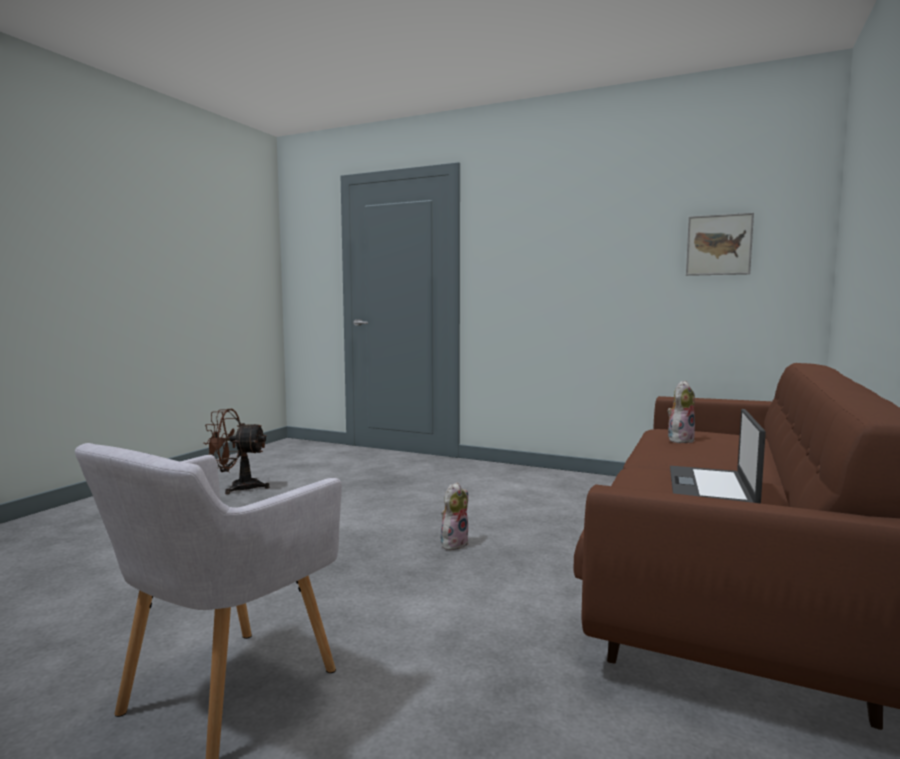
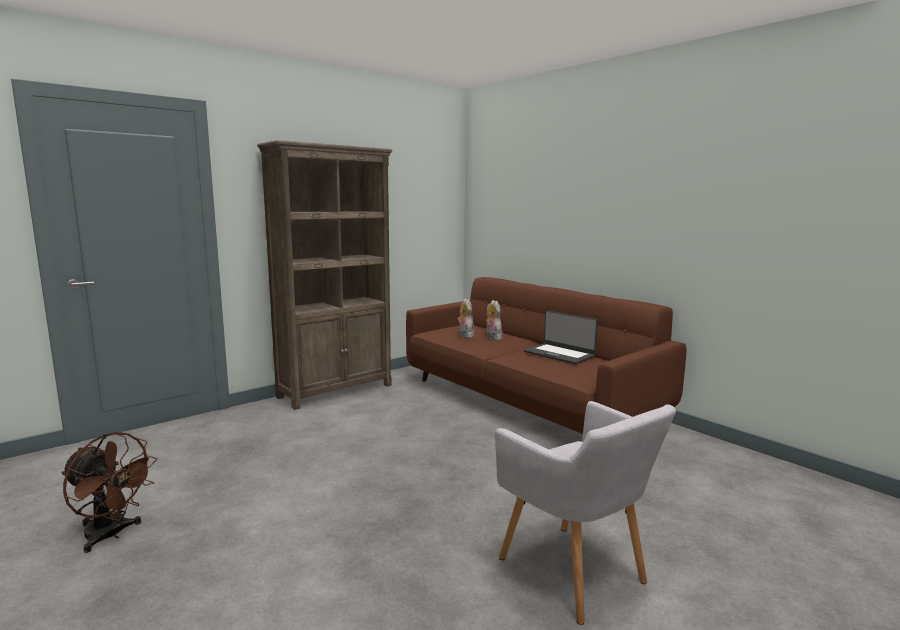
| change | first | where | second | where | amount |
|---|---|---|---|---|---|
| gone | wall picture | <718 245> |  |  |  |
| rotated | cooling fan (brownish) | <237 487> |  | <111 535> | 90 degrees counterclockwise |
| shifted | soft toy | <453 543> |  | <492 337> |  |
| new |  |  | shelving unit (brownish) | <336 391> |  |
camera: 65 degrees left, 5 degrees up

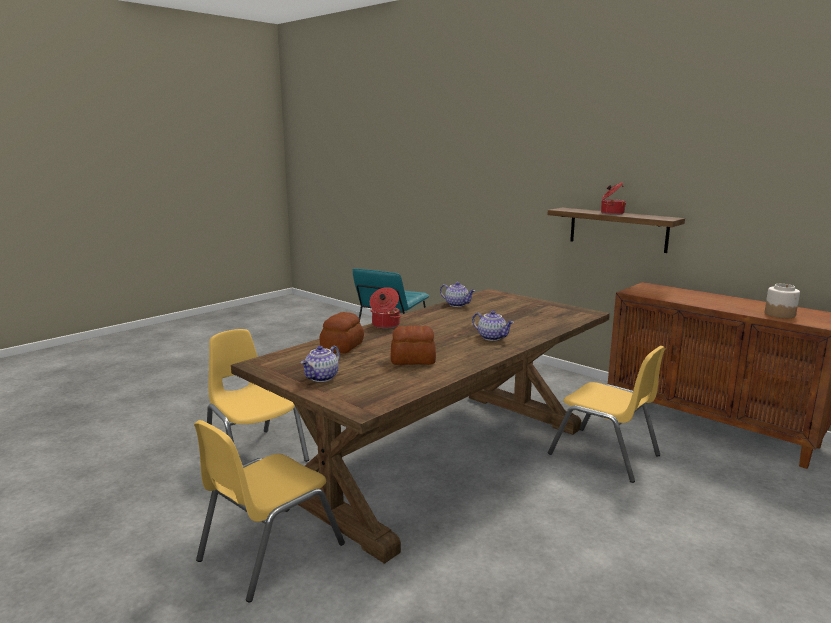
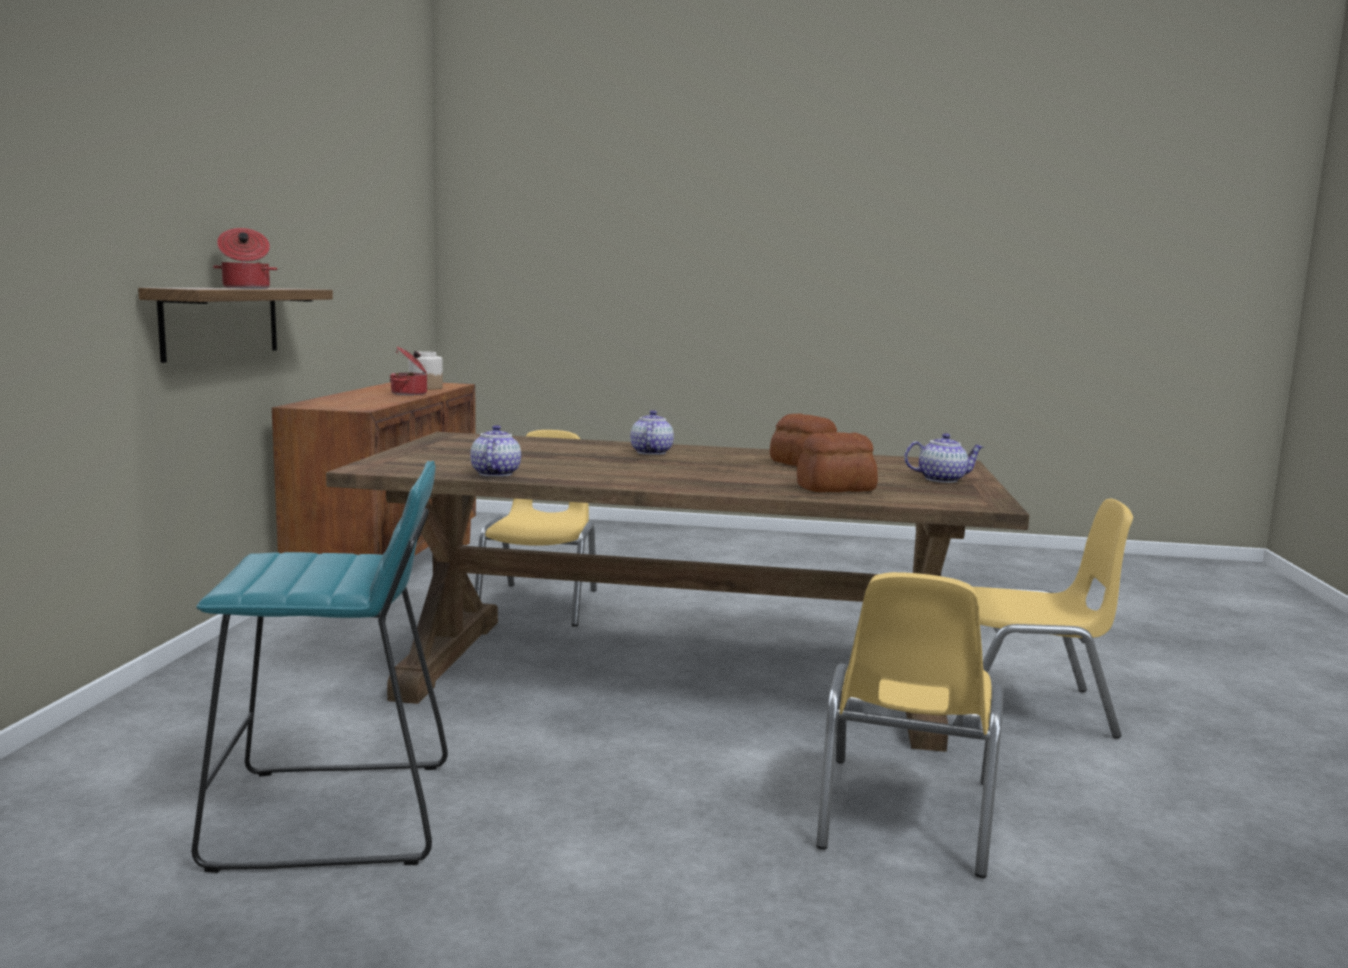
| change | first | where | second | where | amount |
|---|---|---|---|---|---|
| shifted | stockpot | <385 325> |  | <410 394> |  |
camera: 125 degrees left, 5 degrees down

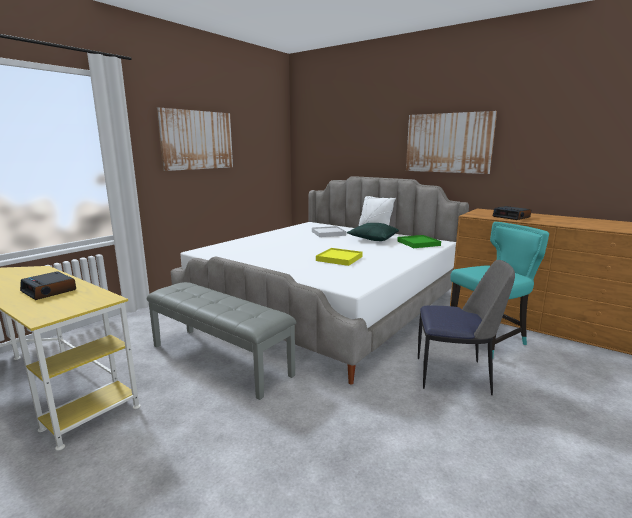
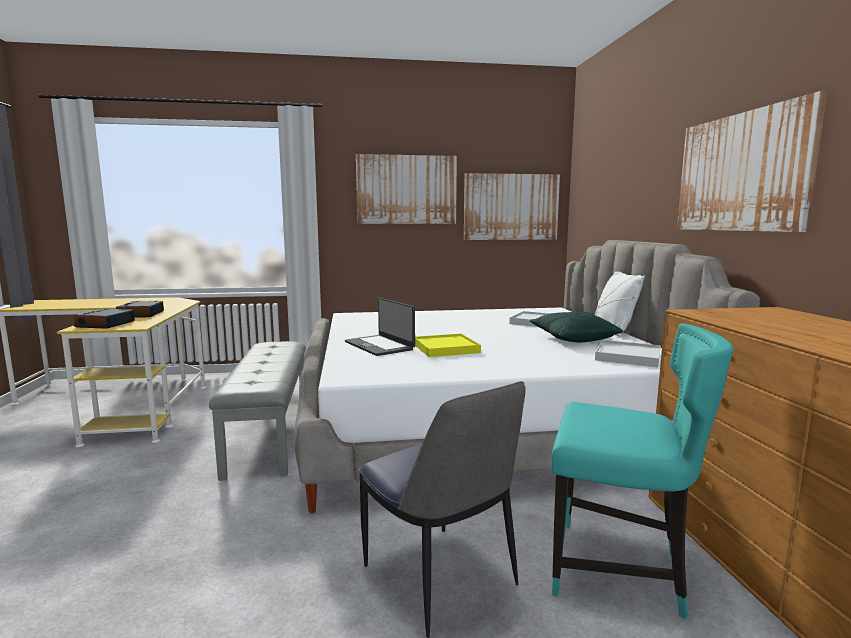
| change | first | where | second | where | amount |
|---|---|---|---|---|---|
| shifted | bedside clock | <511 217> |  | <105 324> |  |
| repainted | carrying tray (greenish) | <418 243> | carrying tray (white-coloured) | <628 357> |  |
| new |  |  | wall picture | <511 207> |  |
| new |  |  | laptop | <379 345> |  |
camera: 45 degrees right, 5 degrees down

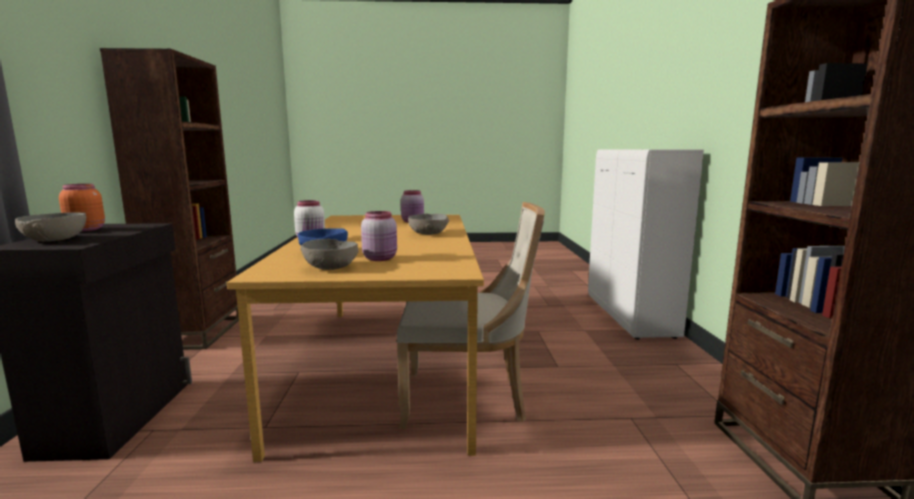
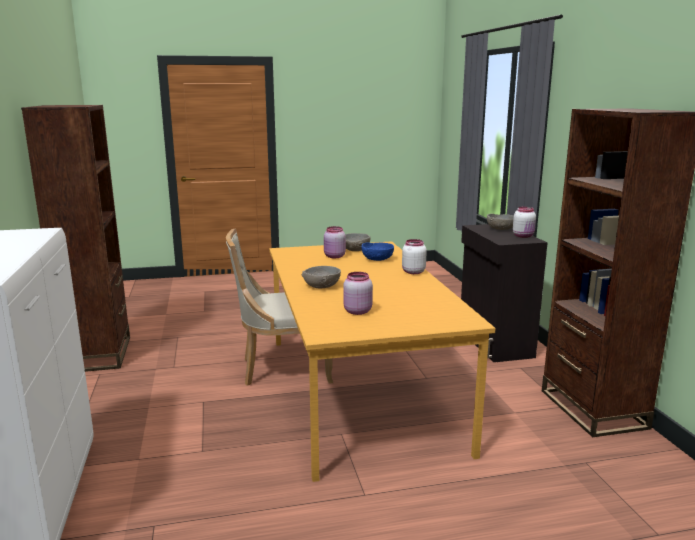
| change | first | where | second | where | amount |
|---|---|---|---|---|---|
| repainted | storage jar (orangey) | <85 229> | storage jar (white-coloured) | <523 236> |  |
camera: 170 degrees right, 5 degrees up

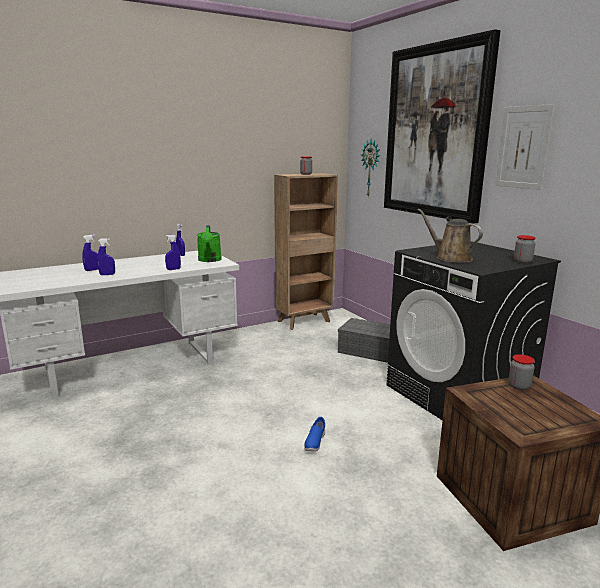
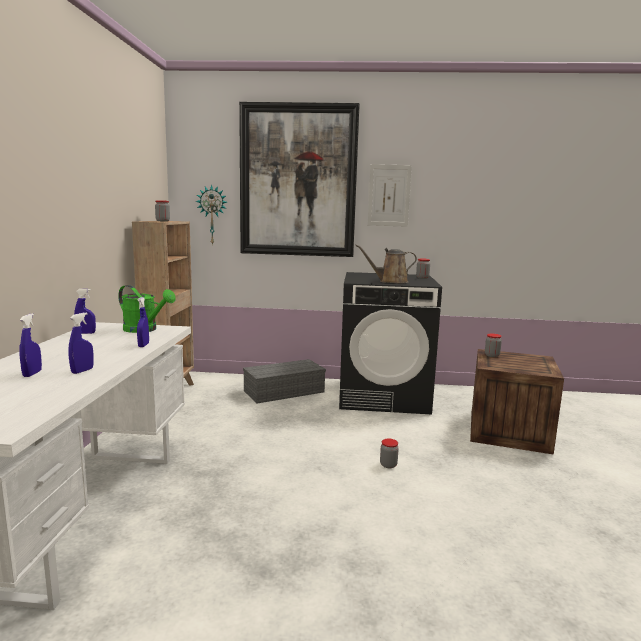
| change | first | where | second | where | amount |
|---|---|---|---|---|---|
| swapped | low shoe (blue) | <314 443> | storage jar | <388 465> |  |
camera: 55 degrees left, 5 degrees down

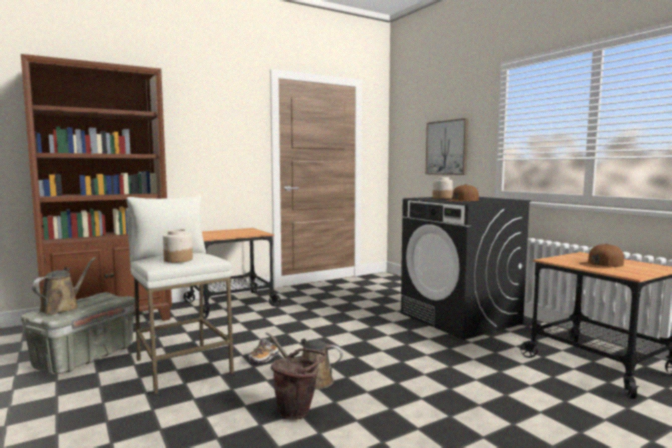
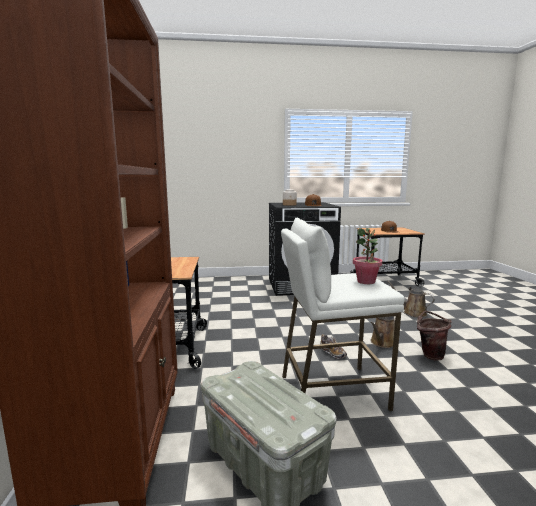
| change | first | where | second | where | amount |
|---|---|---|---|---|---|
| gone | wall picture | <447 147> |  |  |  |
| swapped | storage jar | <178 260> | potted plant | <366 282> |  |
| shifted | watering pot (brownish) | <62 307> |  | <412 312> |  |
camera: 65 degrees left, 5 degrees up

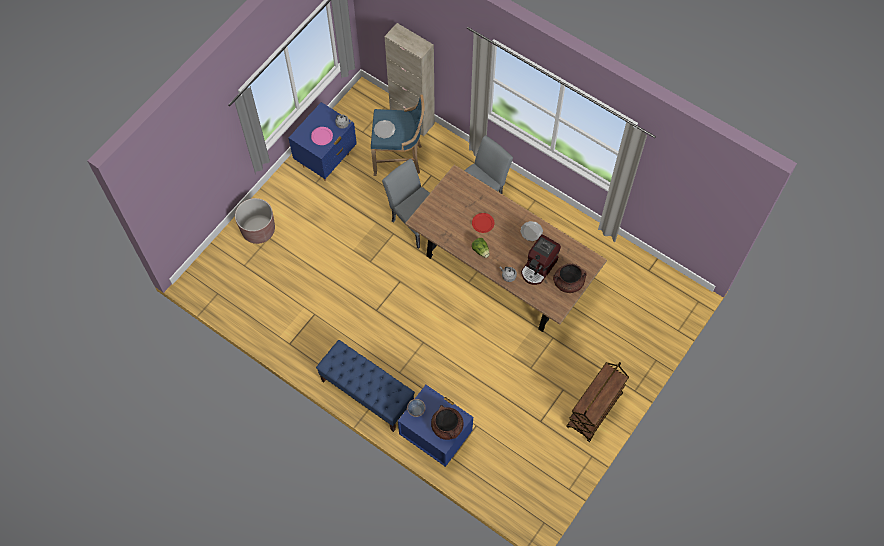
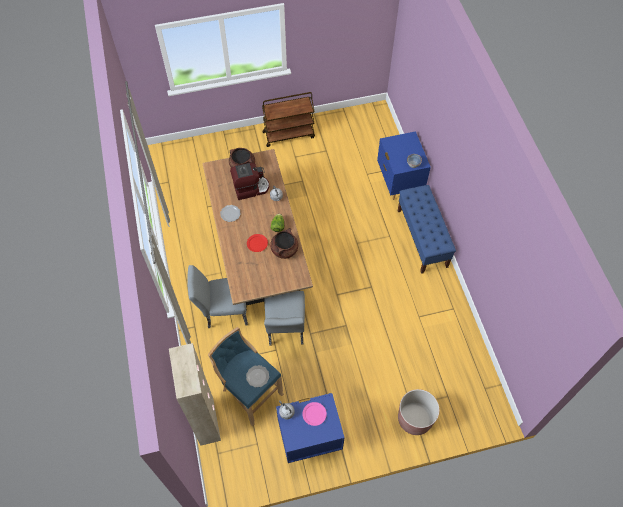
| change | first | where | second | where | amount |
|---|---|---|---|---|---|
| shifted | stockpot (brownish) | <447 427> |  | <284 250> |  |
camera: 140 degrees left, 5 degrees down

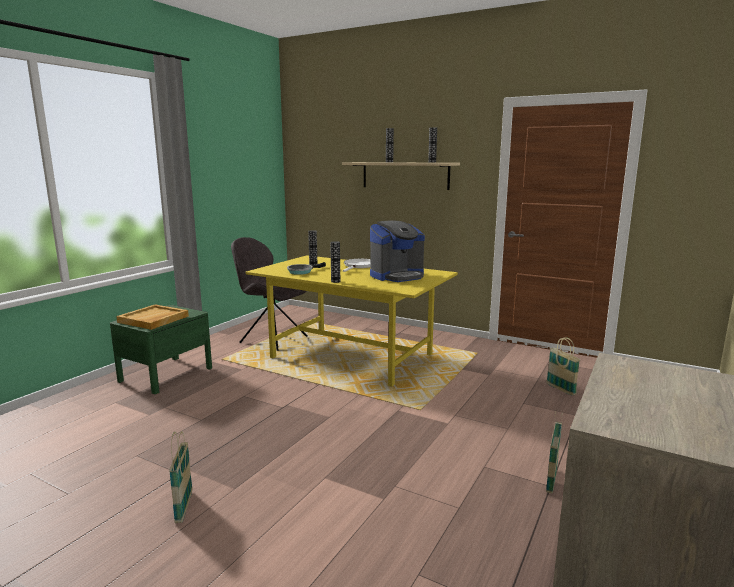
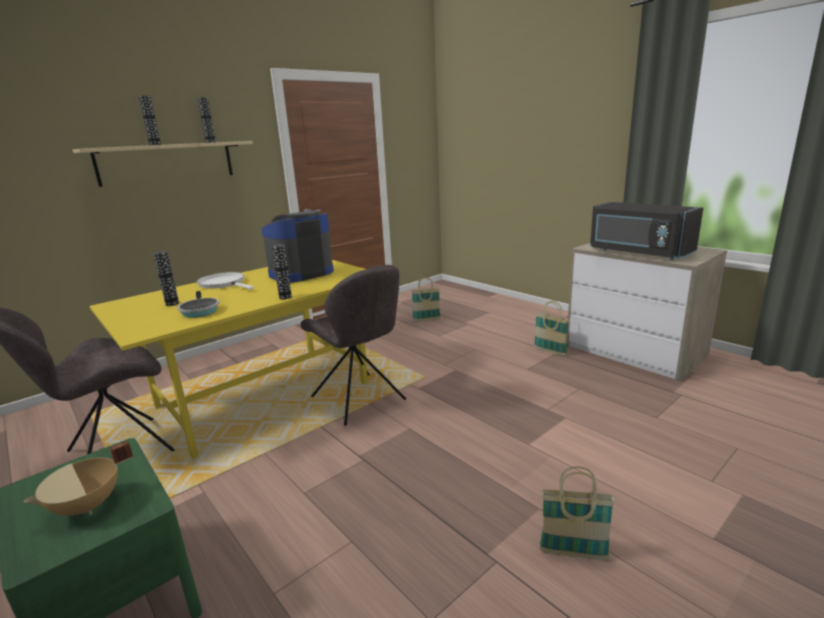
| change | first | where | second | where | amount |
|---|---|---|---|---|---|
| rotated | coffee brewer | <397 276> |  | <301 273> | 120 degrees counterclockwise |
| swapped | carrying tray (beige-coloured) | <153 319> | stockpot (beige-coloured) | <88 507> |  |
| new |  |  | kitchen microwave (blackish) | <638 253> |  |
| new |  |  | upright chair (gray) | <359 400> |  |
camera: 70 degrees left, 5 degrees up

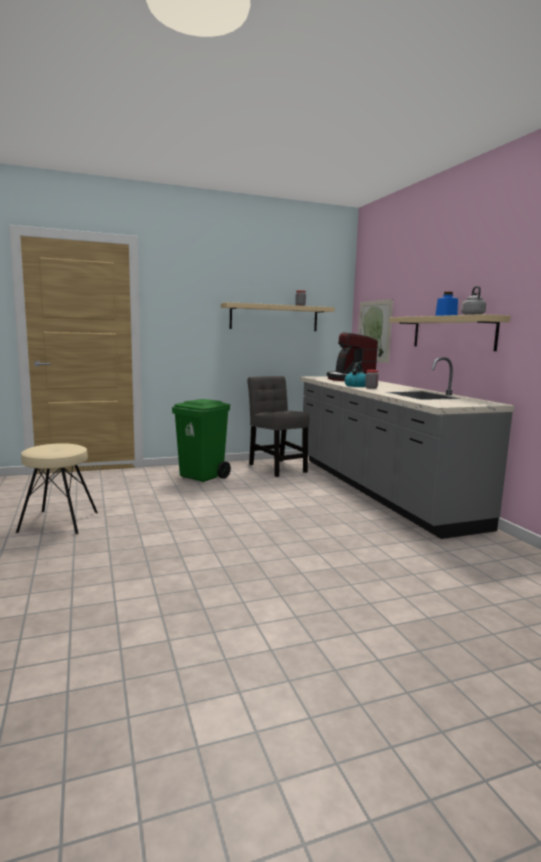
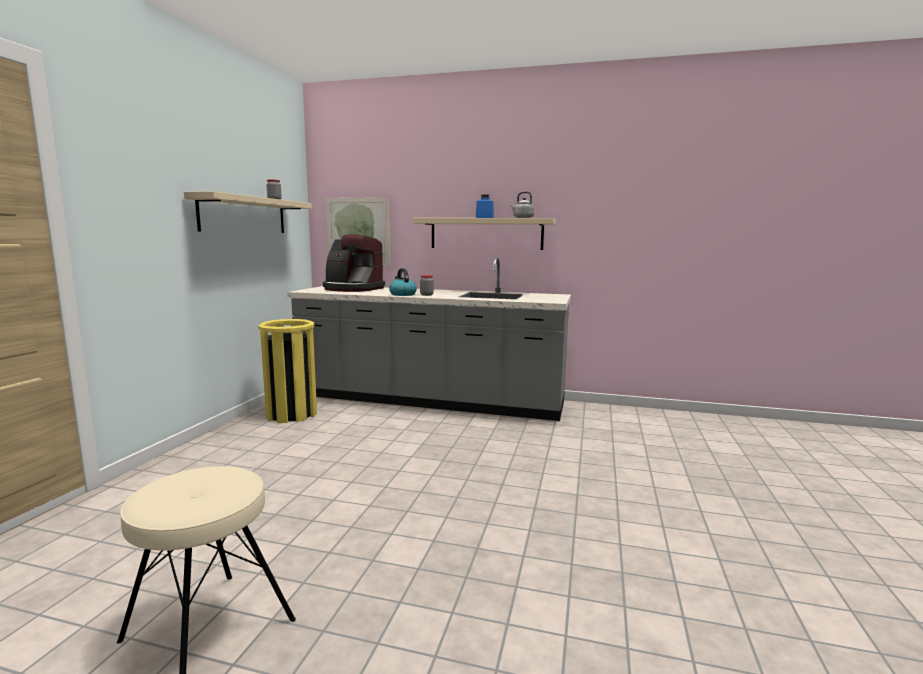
| change | first | where | second | where | amount |
|---|---|---|---|---|---|
| swapped | upright chair (gray) | <276 467> | rubbish bin (yellow) | <291 414> |  |
| gone | rubbish bin (greenish) | <202 476> |  |  |  |
camera: 55 degrees left, 0 degrees up

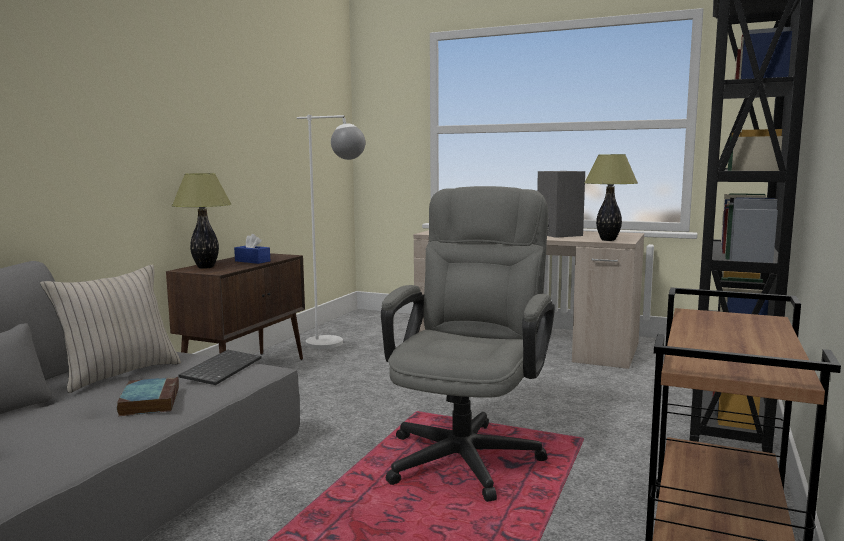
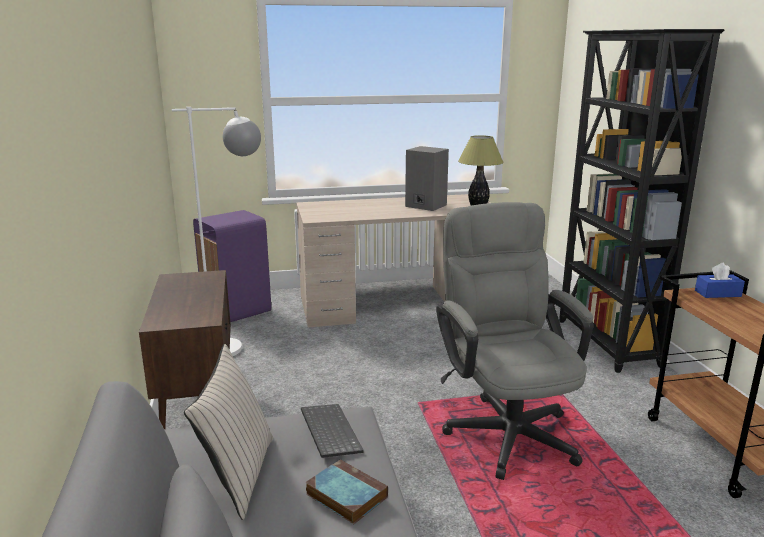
| change | first | where | second | where | amount |
|---|---|---|---|---|---|
| gone | lamp for a table | <205 267> |  |  |  |
| shifted | box of tissues (blue) | <252 261> |  | <717 293> |  |
| new |  |  | rubbish bin (purple-coloured) | <236 311> |  |
camera: 35 degrees left, 10 degrees up

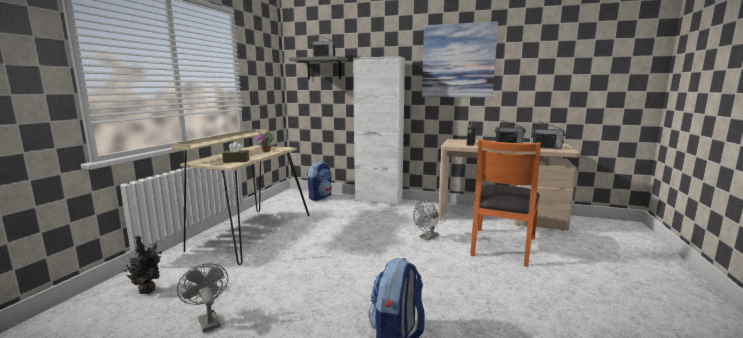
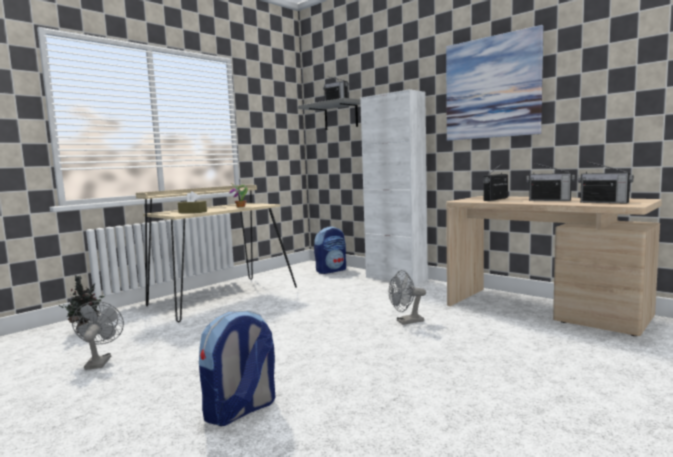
| change | first | where | second | where | amount |
|---|---|---|---|---|---|
| gone | upright chair (orangey) | <502 246> |  |  |  |
camera: 25 degrees right, 5 degrees down

